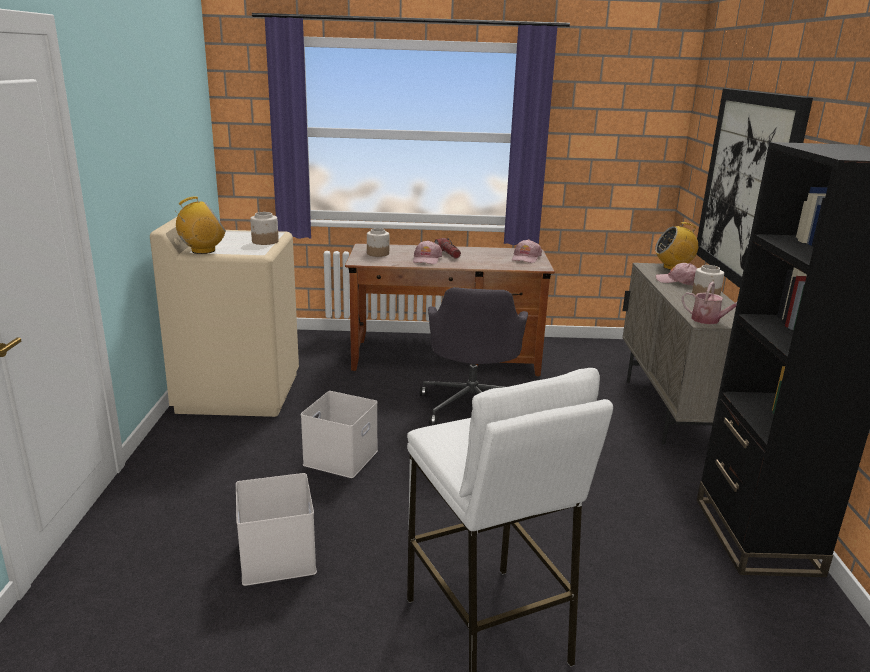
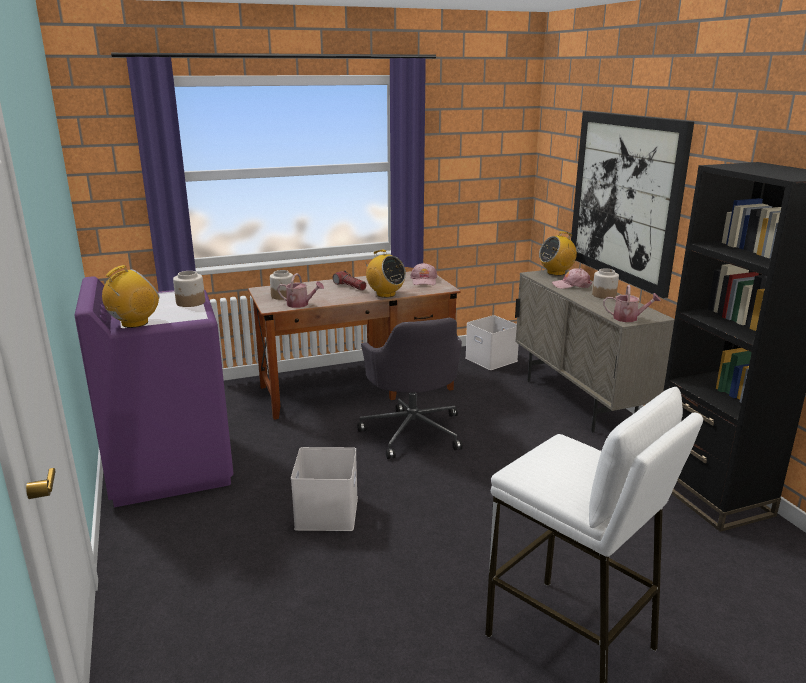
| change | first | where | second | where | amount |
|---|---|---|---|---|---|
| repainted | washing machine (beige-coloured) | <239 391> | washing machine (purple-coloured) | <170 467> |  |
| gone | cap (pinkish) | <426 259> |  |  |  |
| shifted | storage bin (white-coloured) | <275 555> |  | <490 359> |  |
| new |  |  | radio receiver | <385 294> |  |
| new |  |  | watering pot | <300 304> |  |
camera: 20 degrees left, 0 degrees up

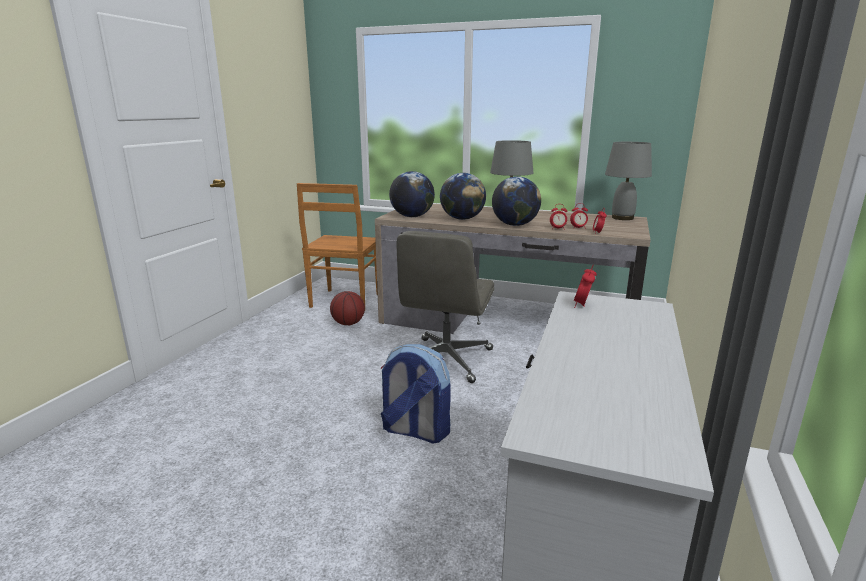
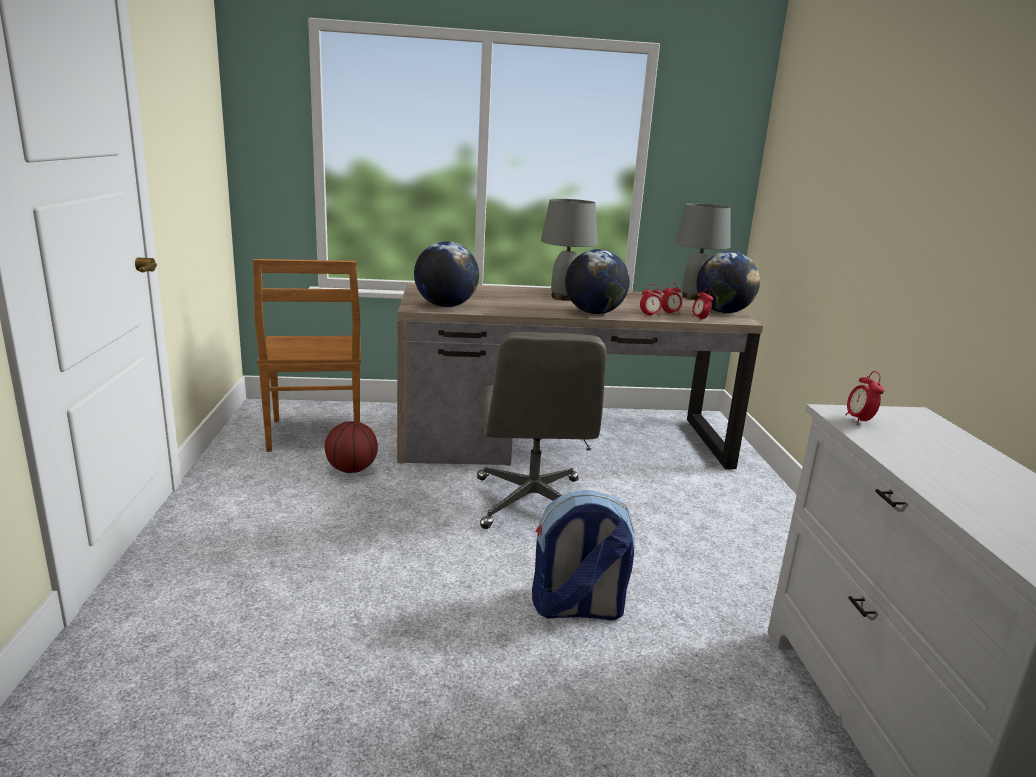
| change | first | where | second | where | amount |
|---|---|---|---|---|---|
| shifted | desk globe | <462 219> |  | <723 312> |  |
camera: 25 degrees left, 0 degrees up

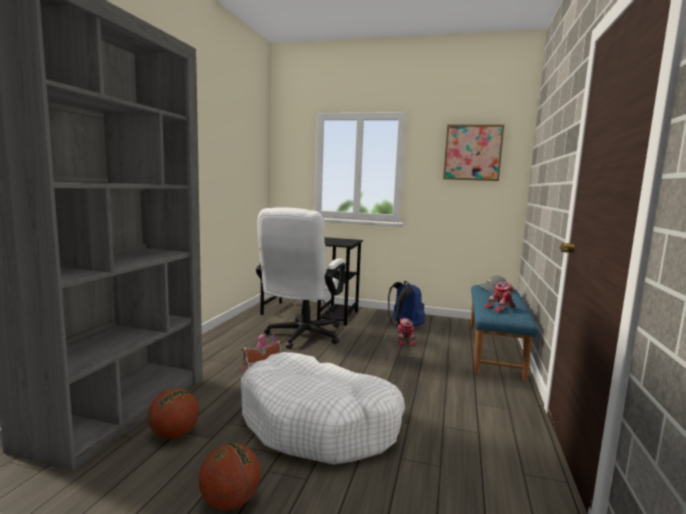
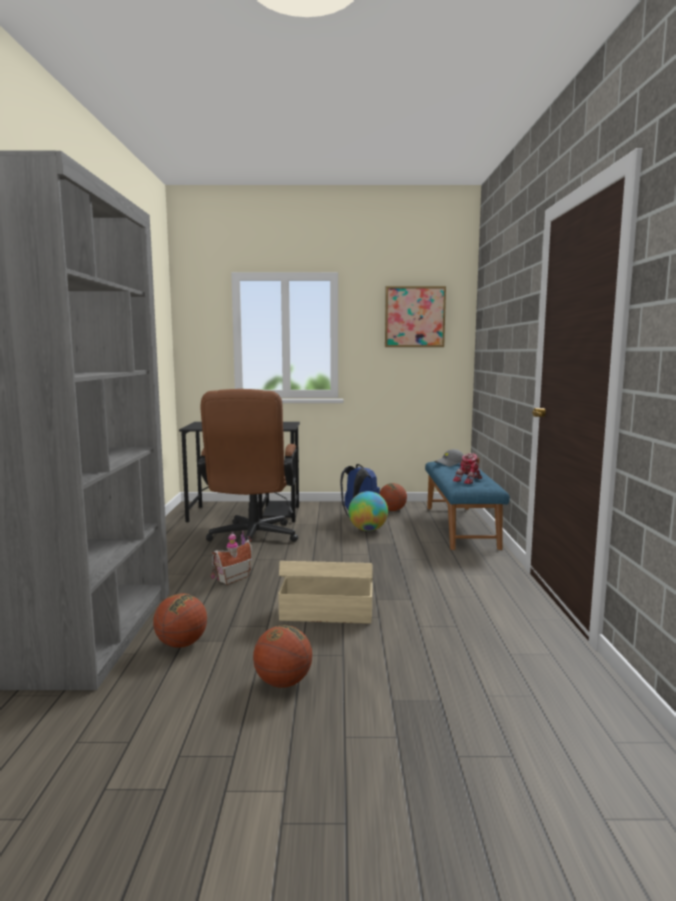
| change | first | where | second | where | amount |
|---|---|---|---|---|---|
| repainted | office chair (white-coloured) | <301 337> | office chair (brownish) | <252 539> |  |
| swapped | model robot | <405 341> | desk globe | <368 530> |  |
| swapped | dog bed (white-coloured) | <319 423> | storage bin (beige-coloured) | <326 612> |  |
| new |  |  | basketball | <392 510> |  |
camera: 15 degrees left, 0 degrees up

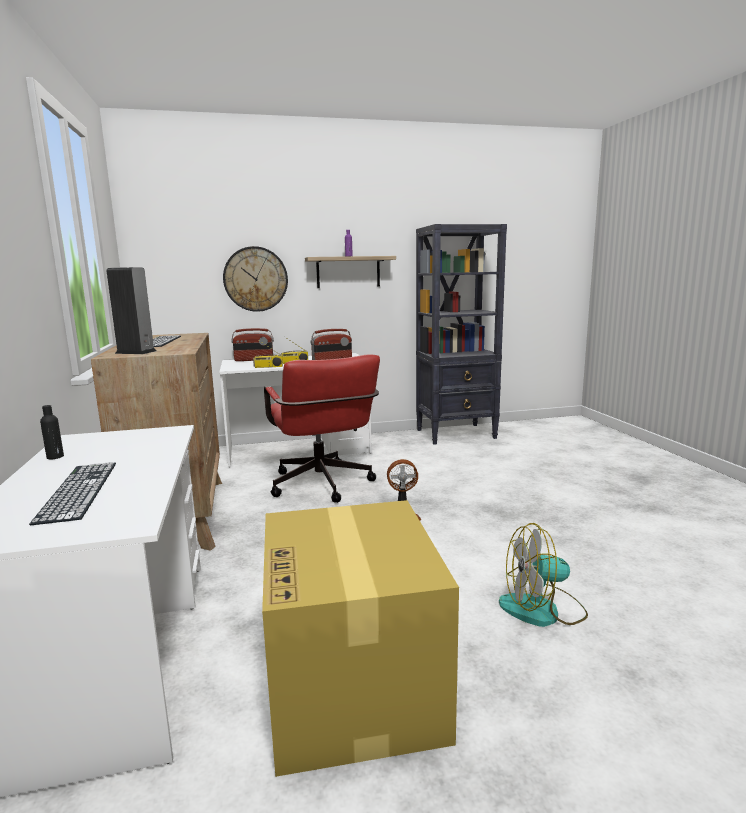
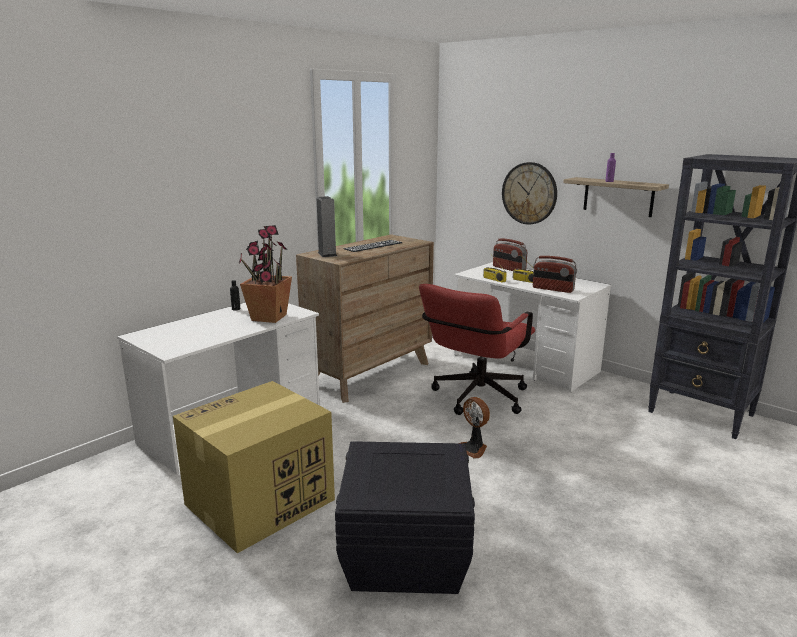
| change | first | where | second | where | amount |
|---|---|---|---|---|---|
| gone | keyboard | <78 490> |  |  |  |
| swapped | cooling fan | <542 610> | storage bin (blackish) | <404 554> |  |
| new |  |  | potted plant | <268 317> |  |
camera: 55 degrees right, 5 degrees up

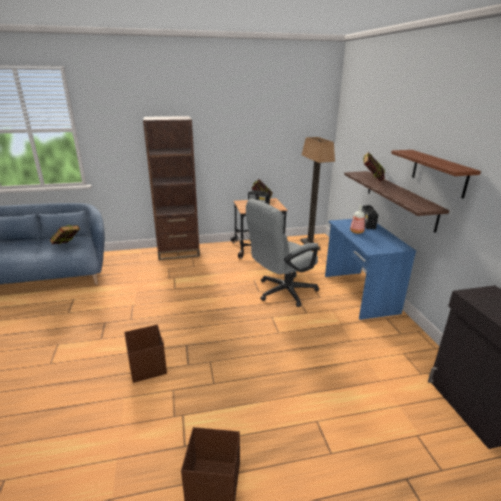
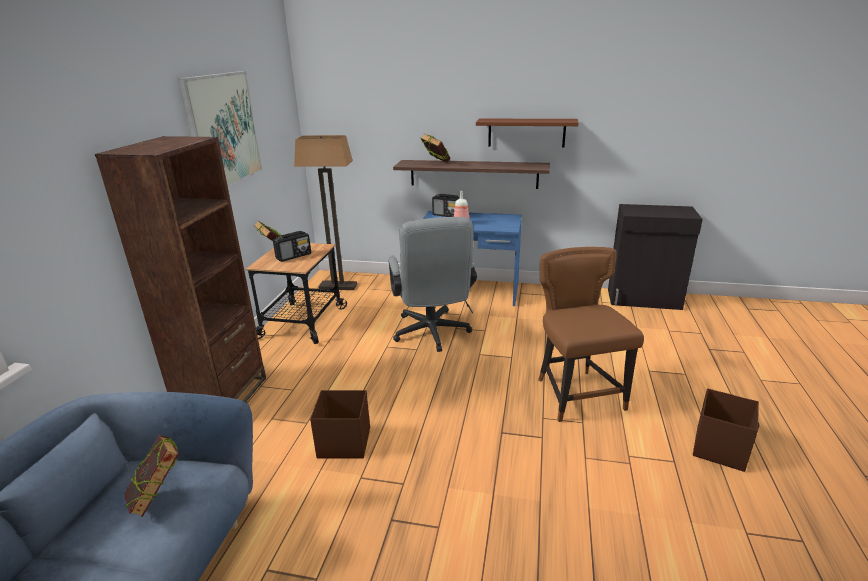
| change | first | where | second | where | amount |
|---|---|---|---|---|---|
| shifted | storage bin (brownish) | <148 366> |  | <343 442> |  |
| new |  |  | wall picture | <223 130> |  |
| new |  |  | upright chair (brownish) | <577 394> |  |
camera: 65 degrees left, 0 degrees up

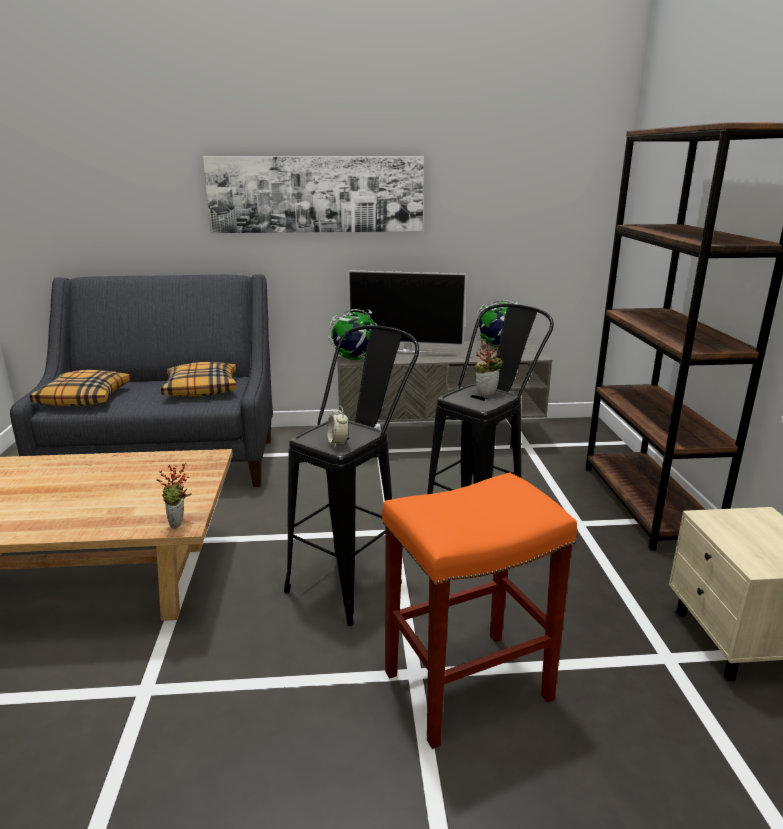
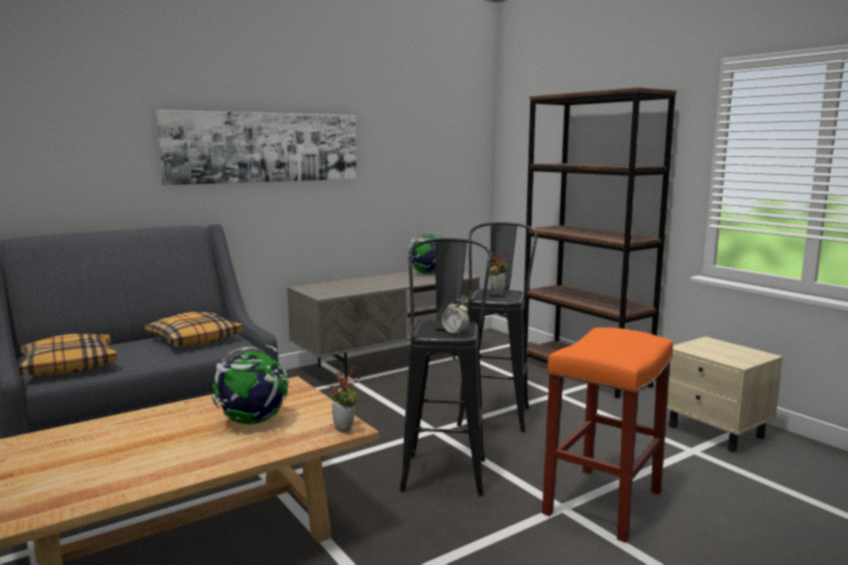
| change | first | where | second | where | amount |
|---|---|---|---|---|---|
| gone | TV | <406 351> |  |  |  |
| shifted | desk globe | <354 359> |  | <252 421> |  |
camera: 30 degrees left, 10 degrees down

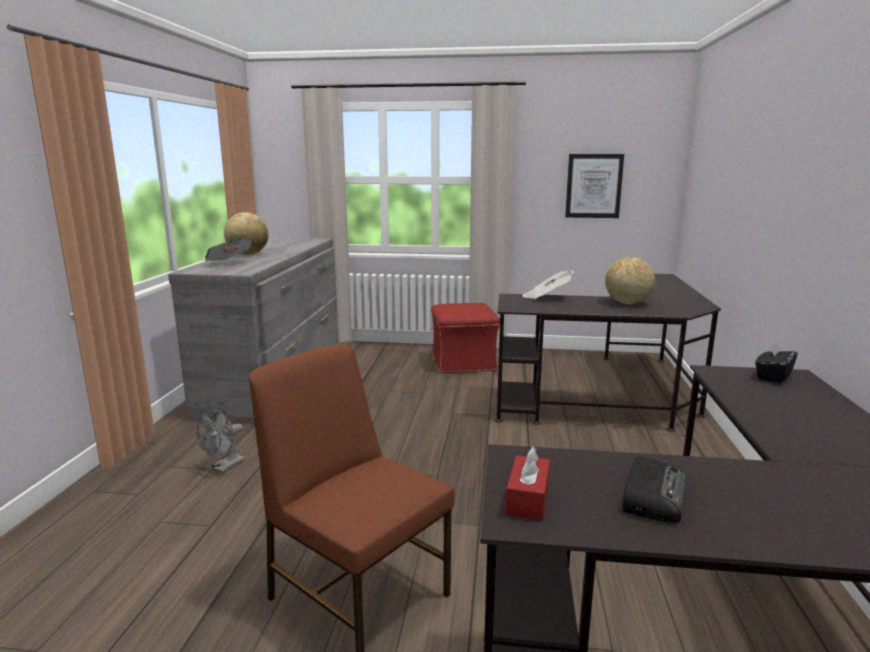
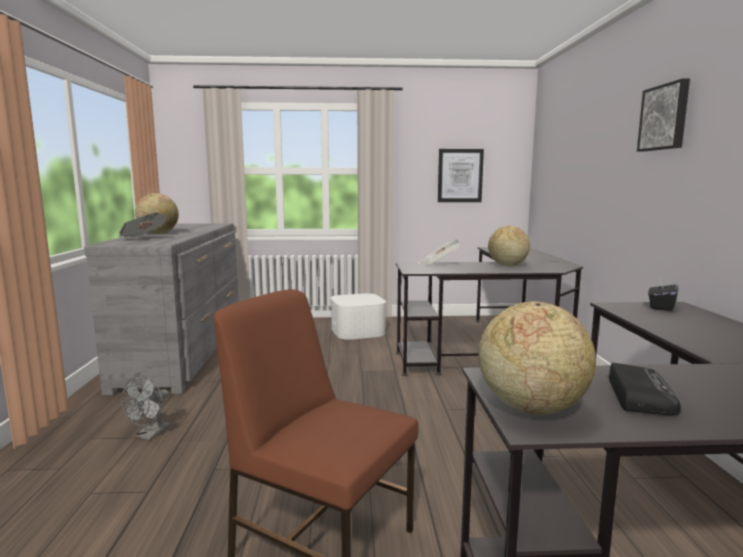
| change | first | where | second | where | amount |
|---|---|---|---|---|---|
| swapped | pouffe (red-coloured) | <463 363> | storage bin (white-coloured) | <358 331> |  |
| swapped | box of tissues (red-coloured) | <527 499> | desk globe | <531 407> |  |
| new |  |  | wall picture | <665 117> |  |
camera: 10 degrees left, 5 degrees down

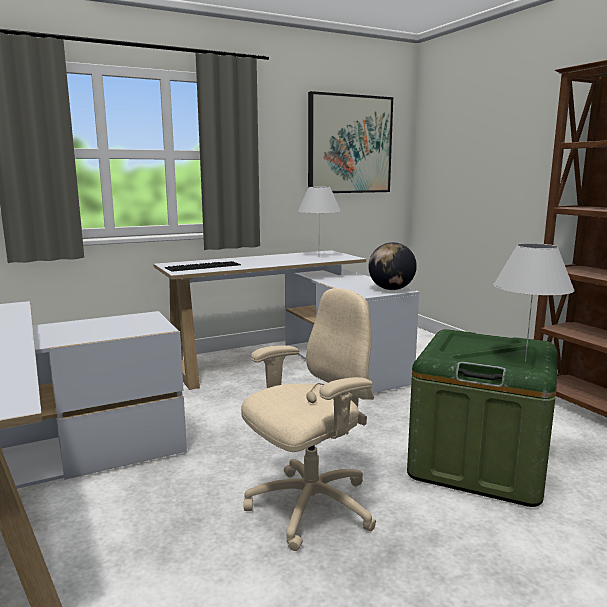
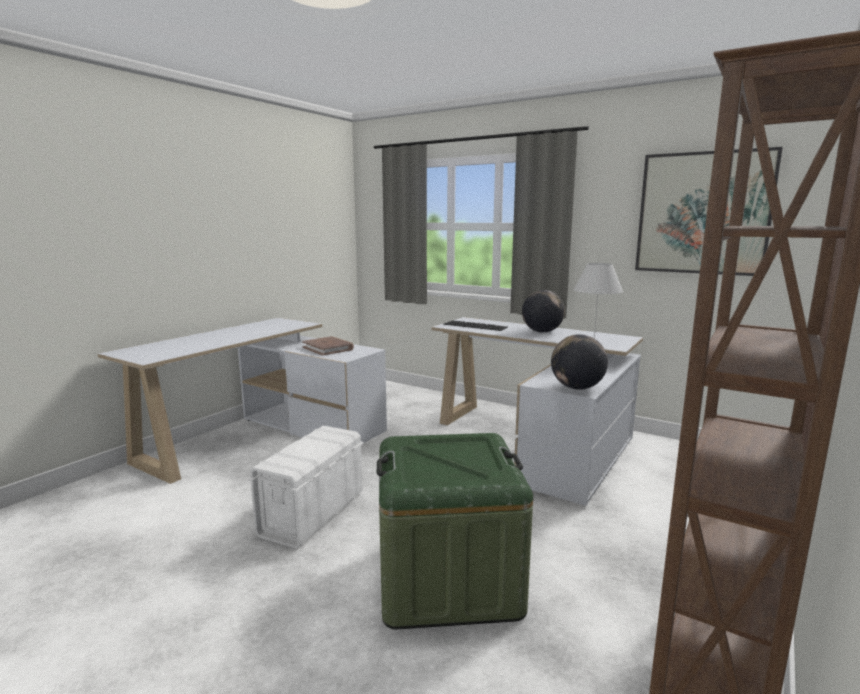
| change | first | where | second | where | amount |
|---|---|---|---|---|---|
| gone | lamp for a table (white-coloured) | <525 361> |  |  |  |
| swapped | office chair (beige-coloured) | <309 507> | storage bin (white-coloured) | <312 513> |  |
| new |  |  | desk globe | <542 332> |  |
| new |  |  | bound book (brownish) | <328 348> |  |
camera: 60 degrees right, 0 degrees up

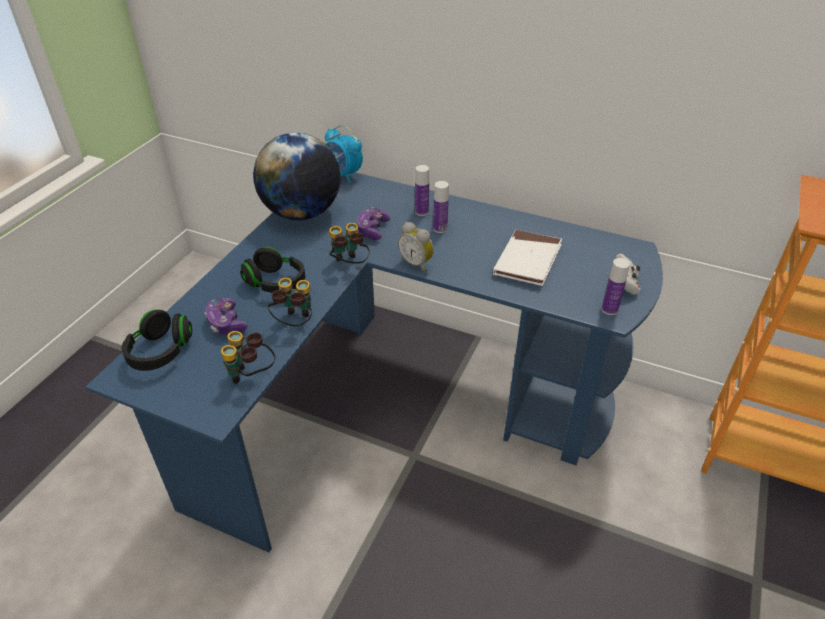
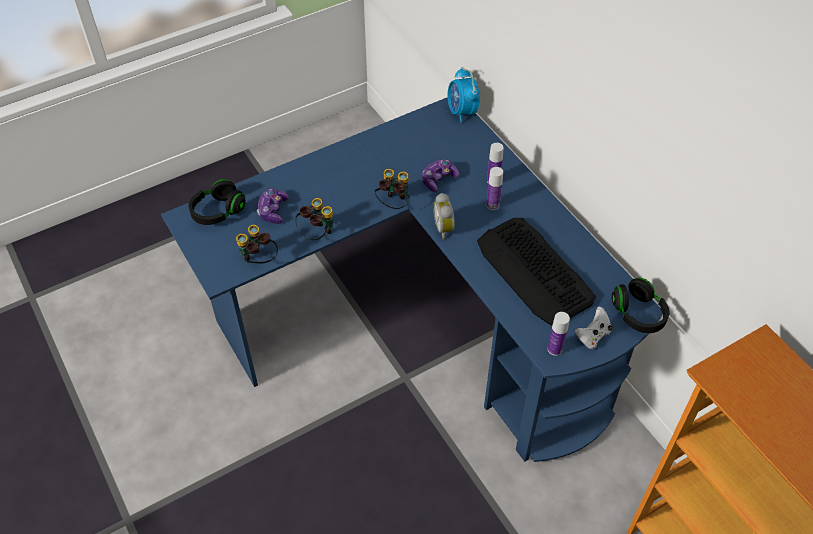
| change | first | where | second | where | amount |
|---|---|---|---|---|---|
| gone | desk globe | <302 213> |  |  |  |
| swapped | bound book (white-coloured) | <527 260> | keyboard | <534 271> |  |
| shifted | headphones (blackish) | <276 283> |  | <638 314> |  |
camera: 35 degrees right, 10 degrees up

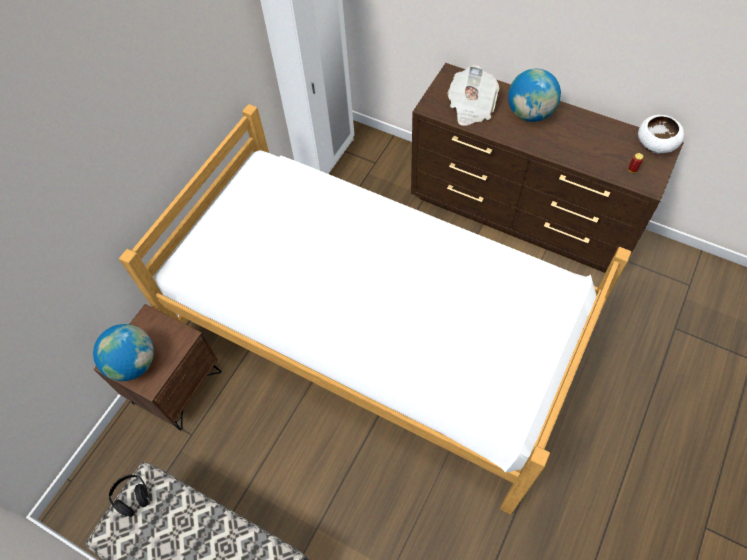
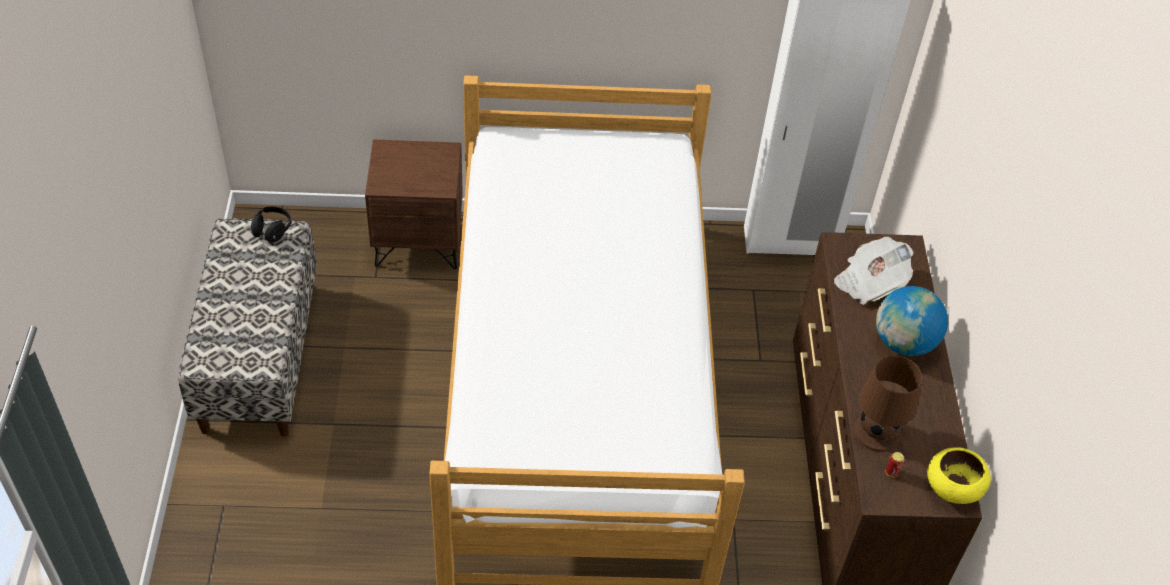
| change | first | where | second | where | amount |
|---|---|---|---|---|---|
| repainted | bowl (white-coloured) | <655 144> | bowl (yellow) | <952 487> |  |
| gone | desk globe | <133 363> |  |  |  |
| new |  |  | lamp for a table (brownish) | <876 432> |  |
camera: 55 degrees right, 10 degrees down

